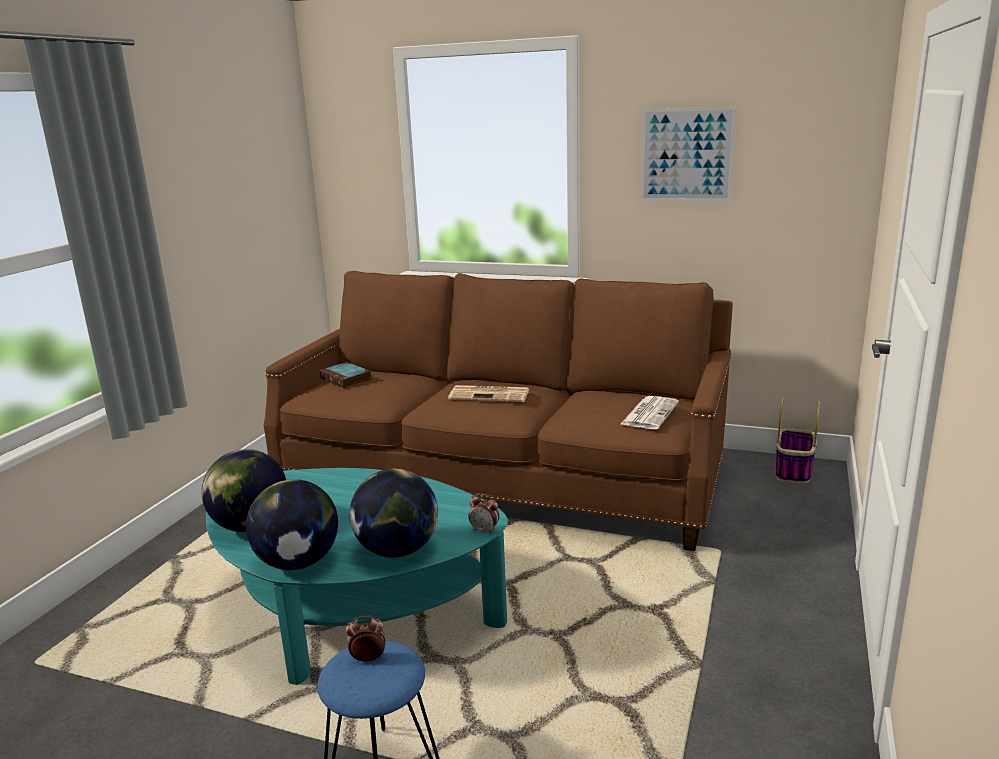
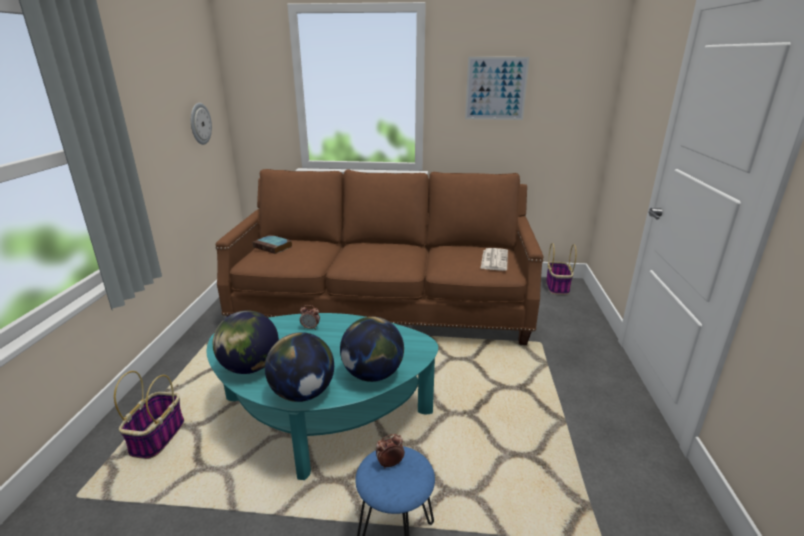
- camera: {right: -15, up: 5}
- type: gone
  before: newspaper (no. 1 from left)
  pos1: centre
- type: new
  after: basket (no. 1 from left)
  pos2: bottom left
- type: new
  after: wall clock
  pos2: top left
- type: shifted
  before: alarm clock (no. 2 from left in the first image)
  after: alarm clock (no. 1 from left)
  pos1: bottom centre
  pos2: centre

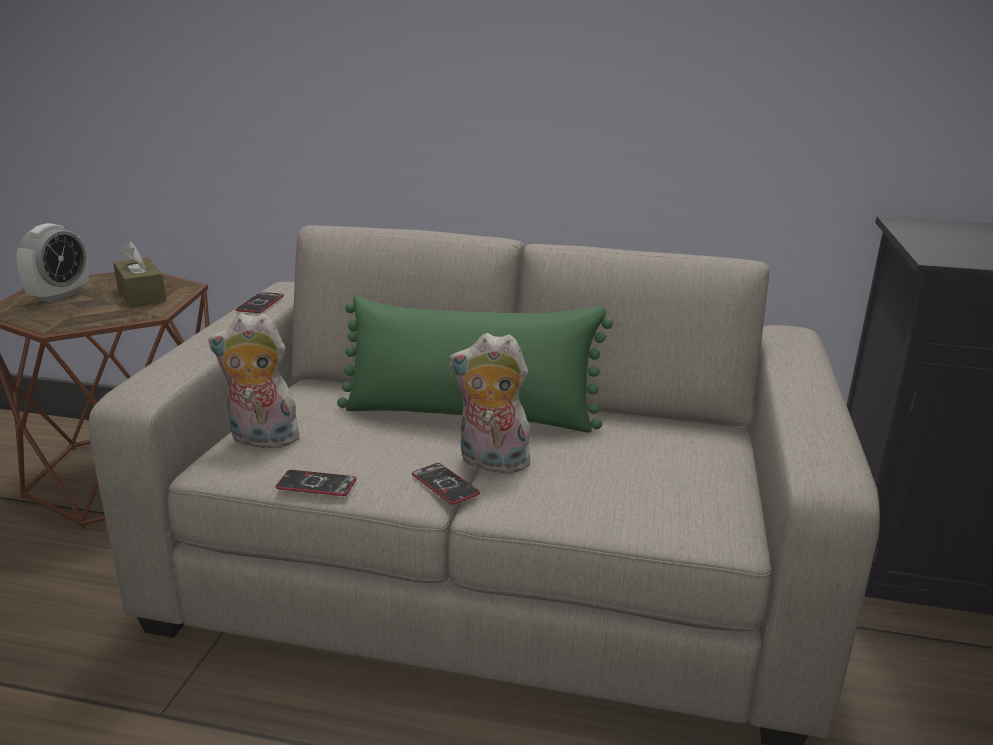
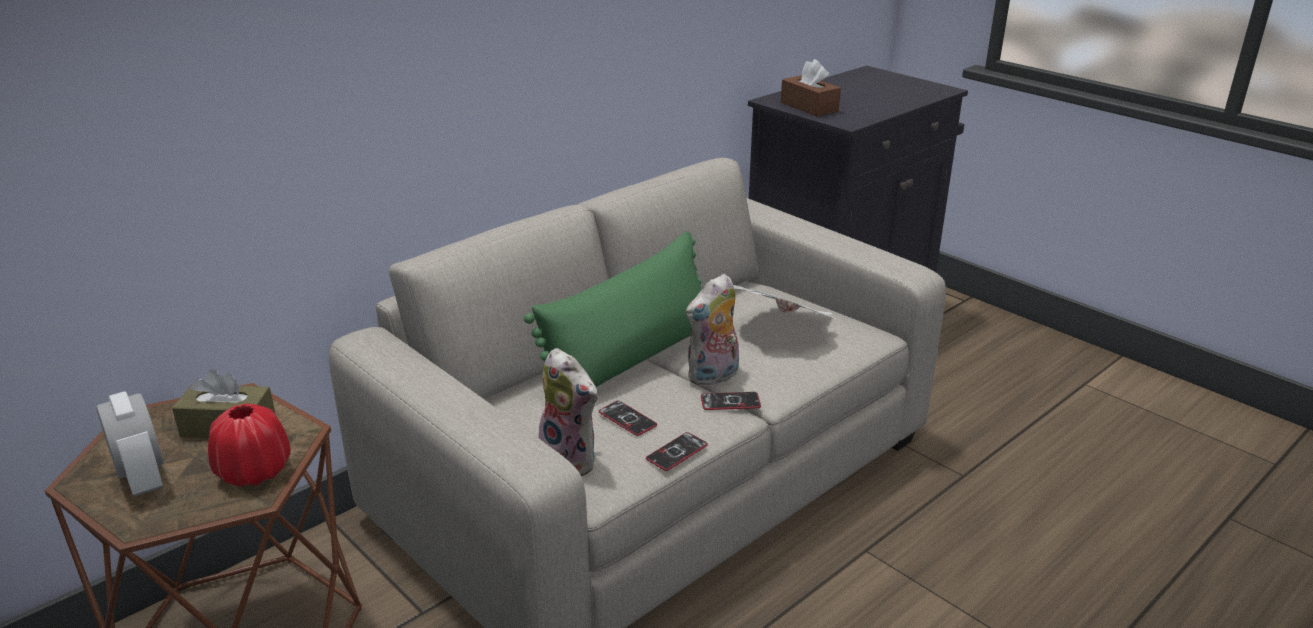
- camera: {right: -55, up: 5}
- type: new
  after: vase (red)
  pos2: bottom left
- type: new
  after: newspaper
  pos2: centre
- type: new
  after: tissue box (brown) (no. 2 from left)
  pos2: top centre
- type: shifted
  before: phone (no. 1 from left)
  pos1: middle left
  pos2: centre
- type: rotated
  before: plush toy (no. 1 from left)
  pos1: middle left
  pos2: centre
  turn: -90

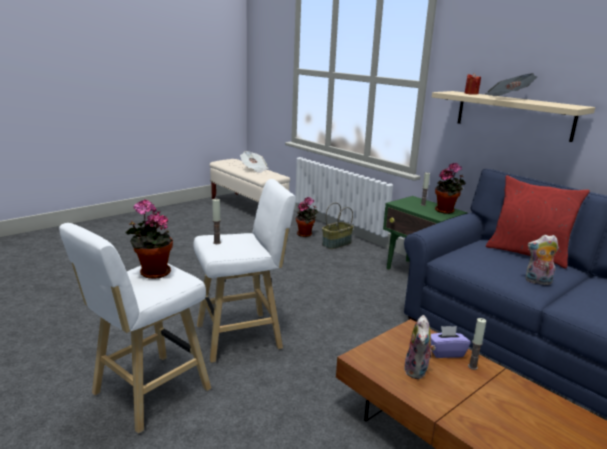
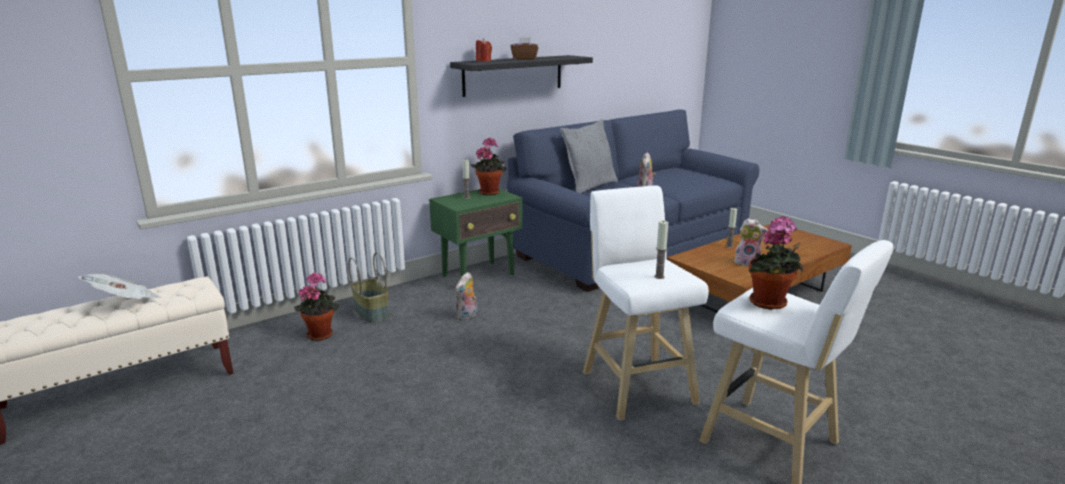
- camera: {right: -85, up: 0}
- type: gone
  before: tissue box (purple)
  pos1: bottom right
- type: new
  after: plush toy (no. 1 from left)
  pos2: centre
- type: swapped
  before: newspaper (no. 2 from left)
  after: tissue box (brown)
  pos1: top right
  pos2: top centre
- type: repainted
  before: shelf (beige)
  after: shelf (black)
  pos1: top right
  pos2: top centre
- type: repainted
  before: pillow (red)
  after: pillow (grey)
  pos1: middle right
  pos2: top centre

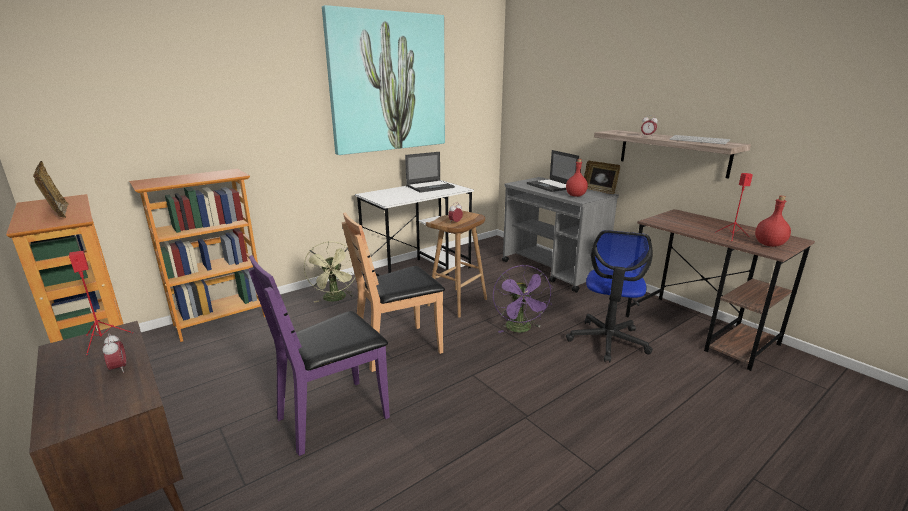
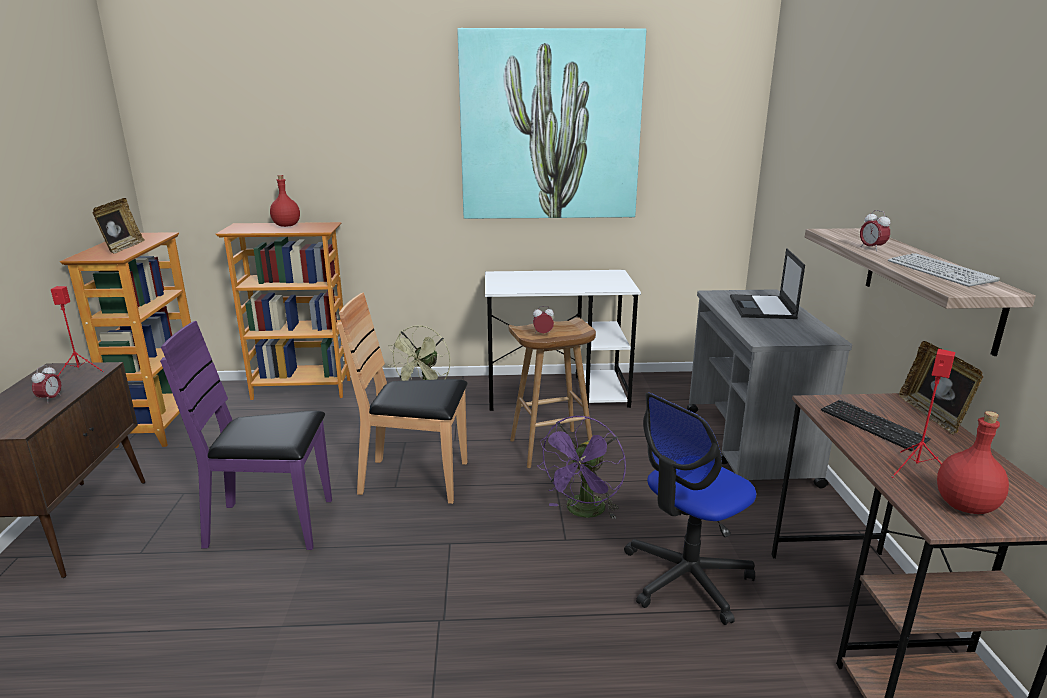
- camera: {right: 35, up: 0}
- type: gone
  before: laptop (no. 1 from left)
  pos1: centre
- type: new
  after: keyboard (no. 1 from left)
  pos2: middle right
- type: shifted
  before: bottle (red) (no. 1 from left)
  pos1: centre
  pos2: top left
- type: shifted
  before: picture frame (no. 2 from left)
  pos1: centre
  pos2: middle right

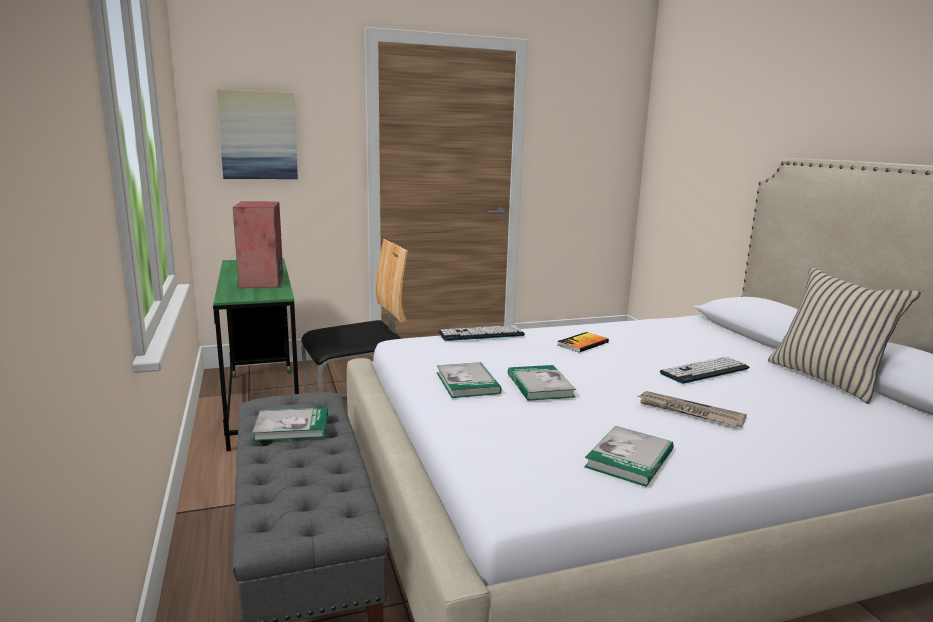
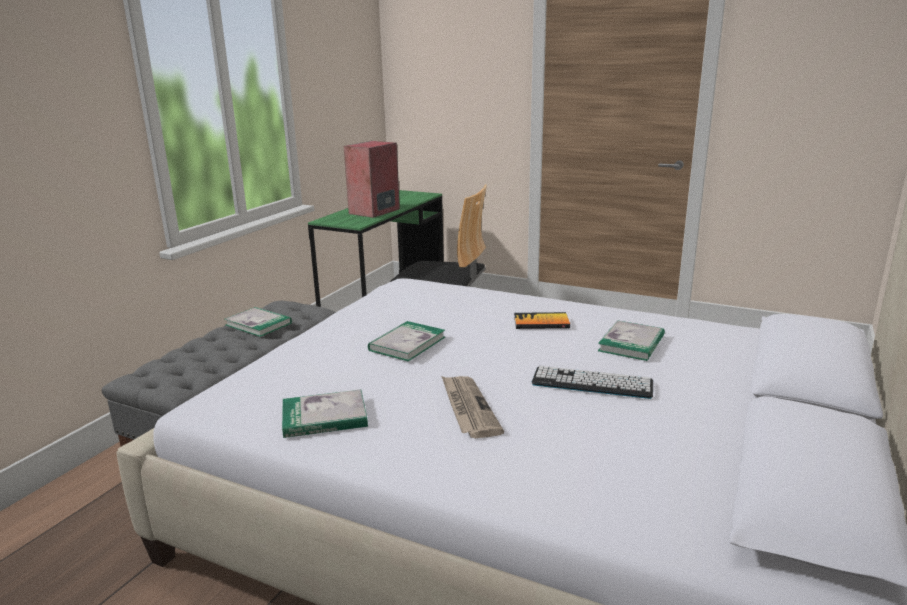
- camera: {right: 45, up: 5}
- type: gone
  before: picture
  pos1: top left
- type: gone
  before: keyboard (no. 1 from left)
  pos1: centre
- type: gone
  before: pillow (beige)
  pos1: middle right
- type: shifted
  before: book (no. 2 from left in the first image)
  after: book (no. 5 from left)
  pos1: centre
  pos2: middle right

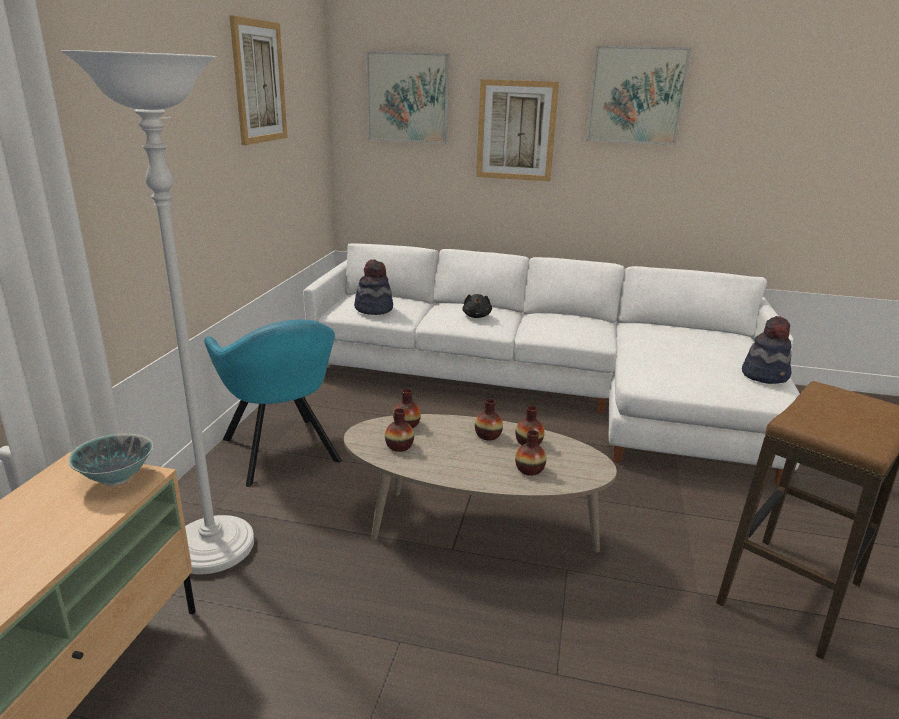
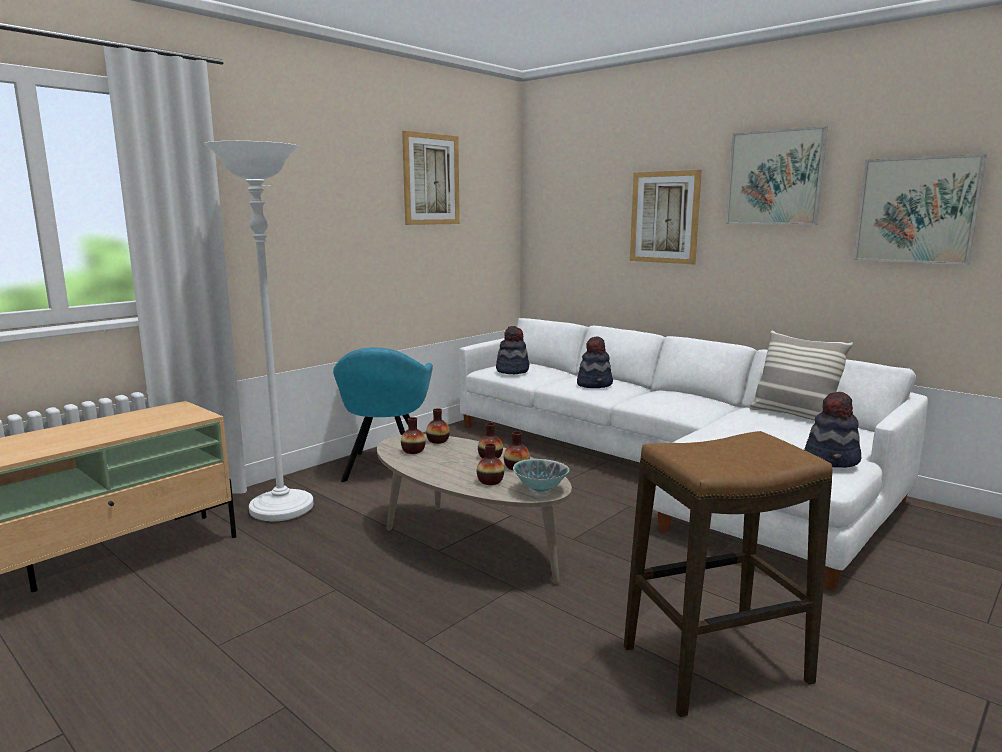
- camera: {right: 30, up: -10}
- type: new
  after: pillow
  pos2: middle right
- type: shifted
  before: bowl
  pos1: middle left
  pos2: centre
- type: shifted
  before: picture (no. 2 from left in the first image)
  after: picture (no. 4 from left)
  pos1: top centre
  pos2: top right
- type: swapped
  before: plush toy (black)
  after: hat (no. 2 from left)
  pos1: centre
  pos2: centre

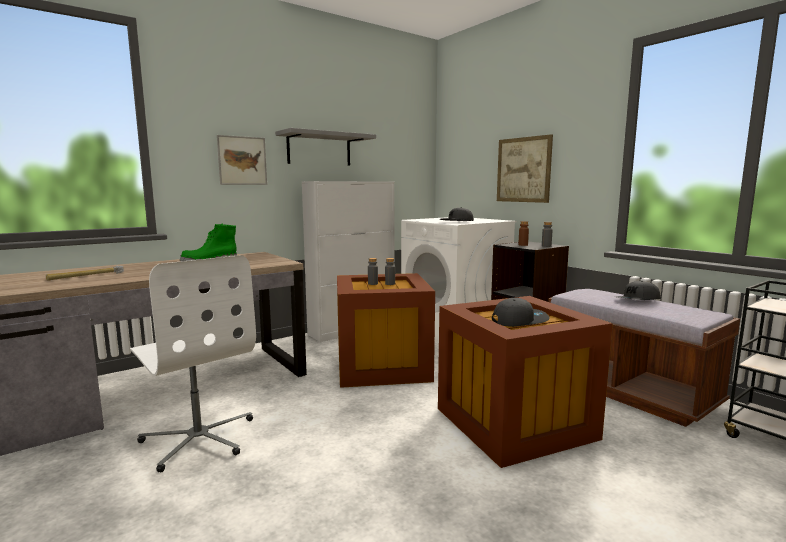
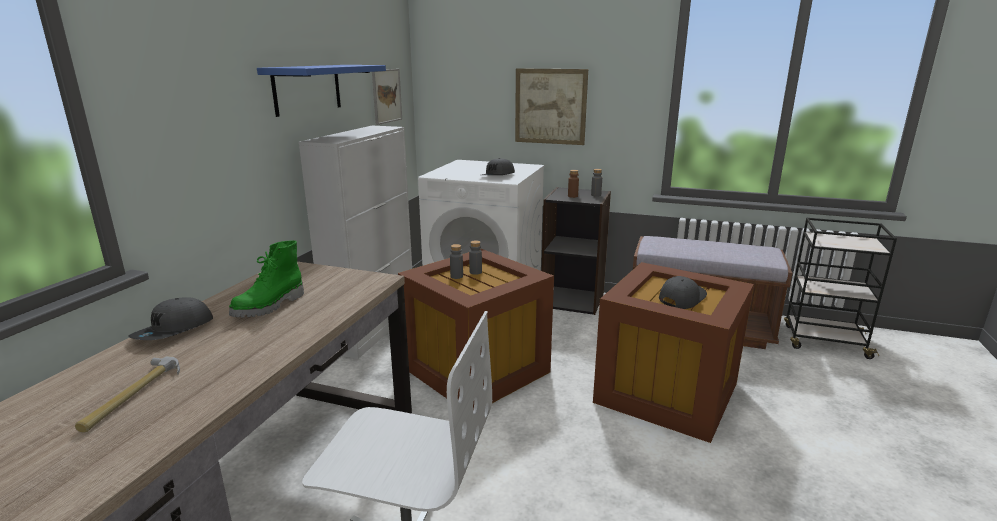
- camera: {right: -35, up: 10}
- type: shifted
  before: picture (no. 1 from left)
  pos1: top left
  pos2: top centre
- type: shifted
  before: cap (grey) (no. 3 from left in the first image)
  after: cap (grey) (no. 1 from left)
  pos1: middle right
  pos2: middle left
- type: repainted
  before: shelf (grey)
  after: shelf (blue)
  pos1: top centre
  pos2: top left

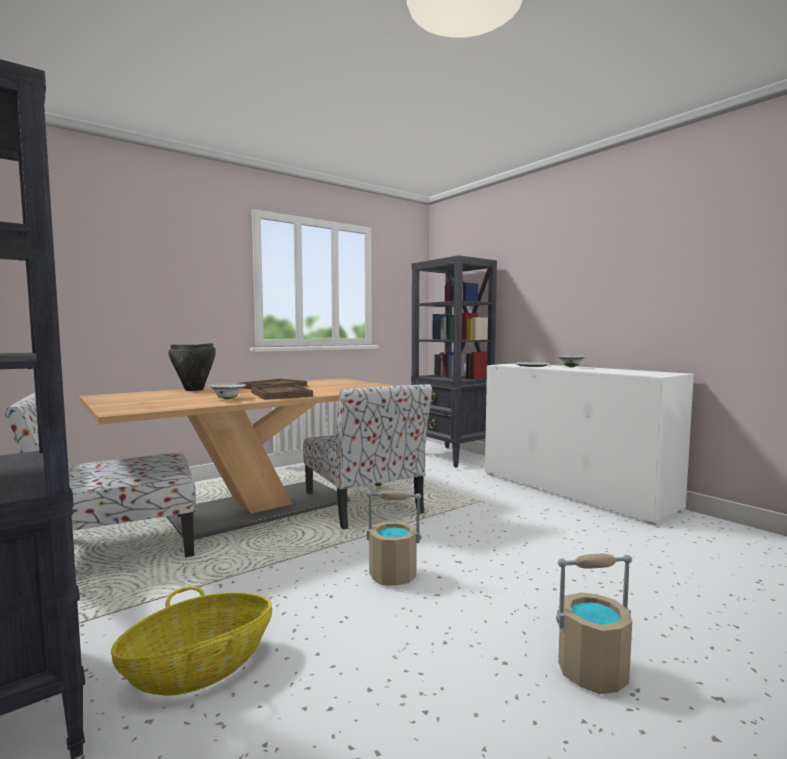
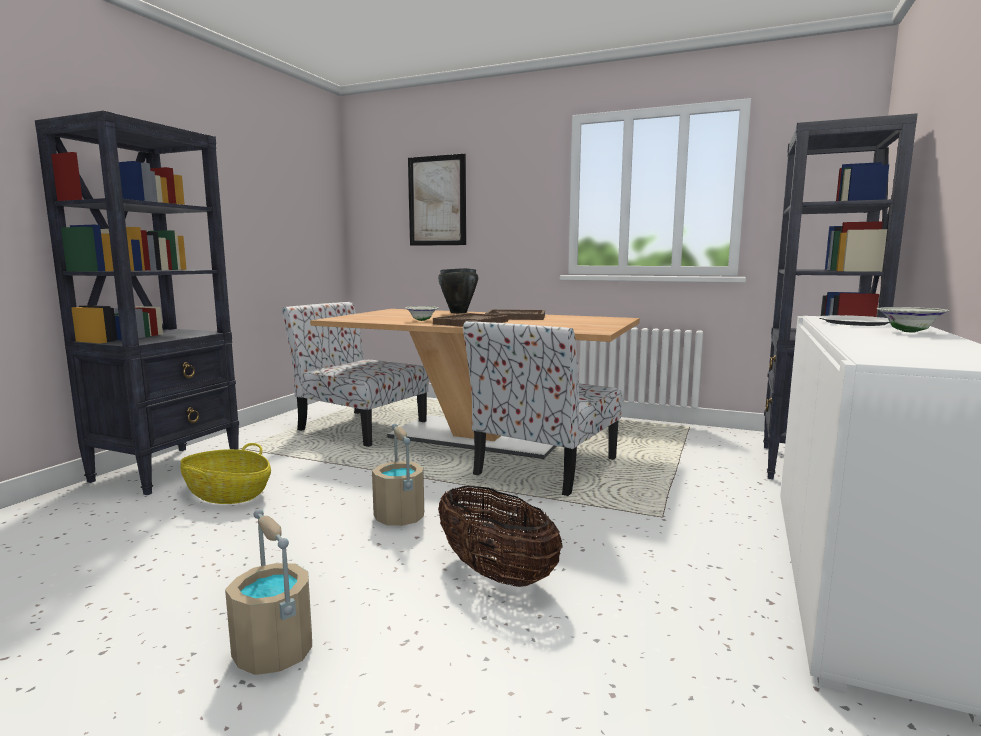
- camera: {right: 60, up: 5}
- type: new
  after: picture
  pos2: top centre
- type: new
  after: basket (no. 2 from left)
  pos2: bottom centre

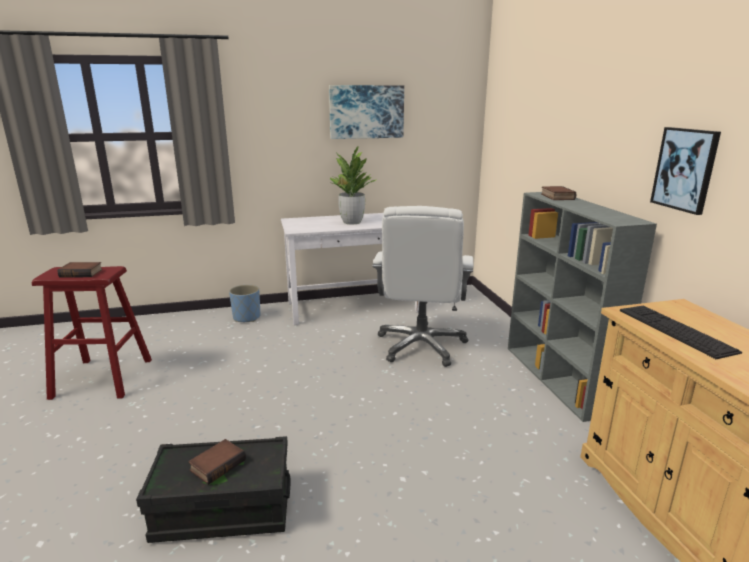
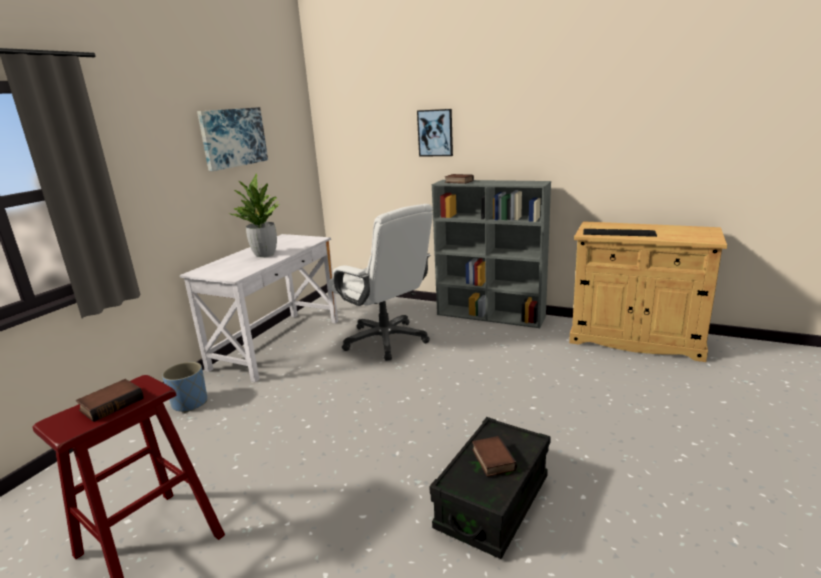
- camera: {right: -50, up: 0}
- type: shifted
  before: picture (no. 2 from left)
  pos1: top right
  pos2: top centre

